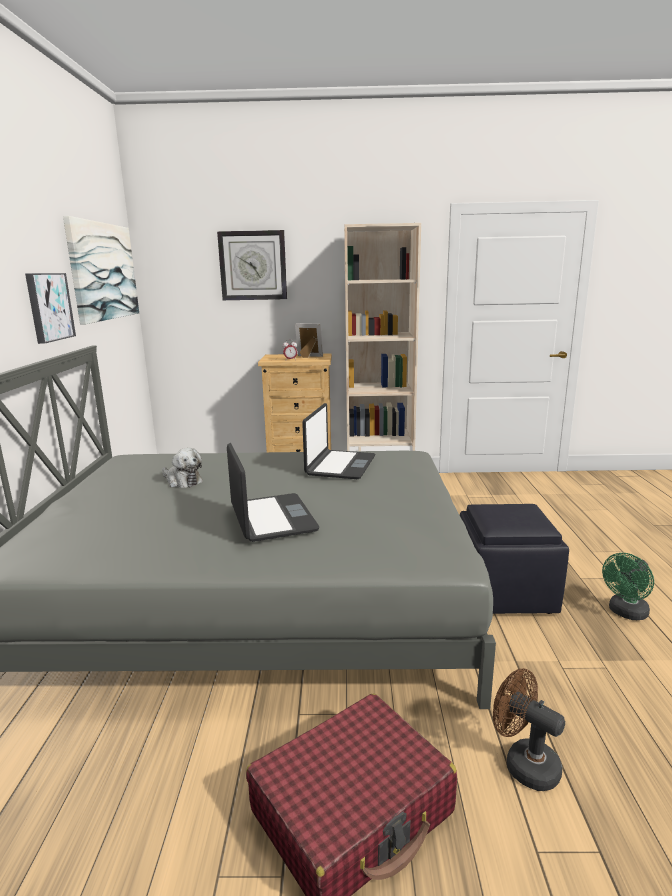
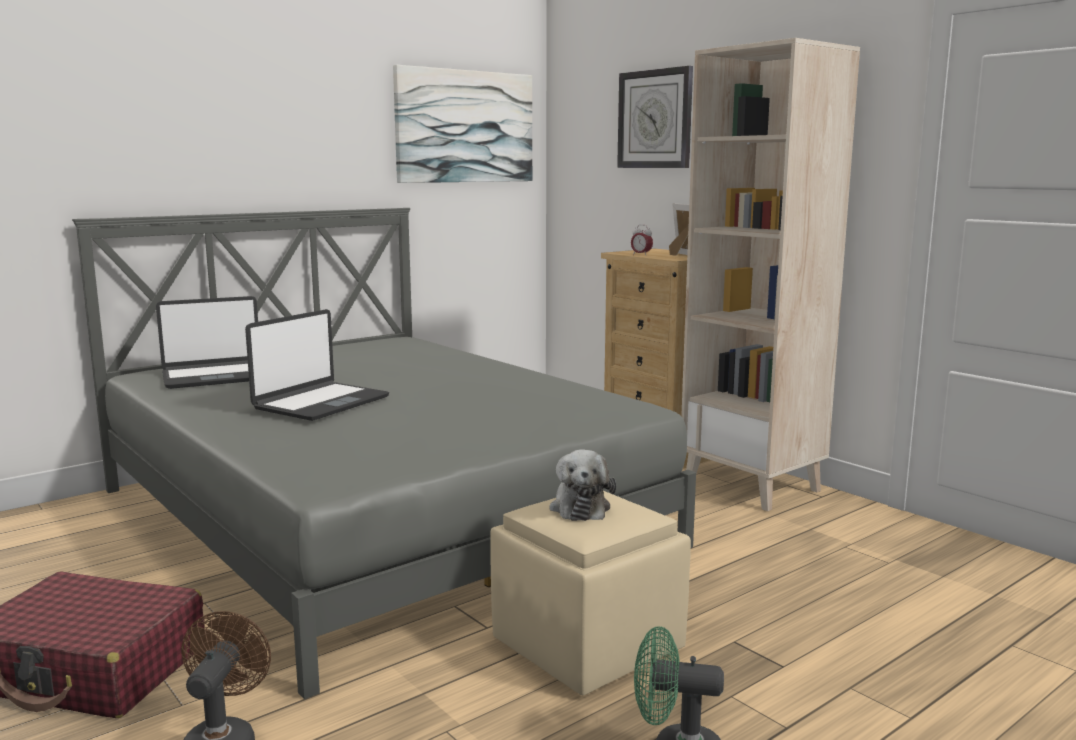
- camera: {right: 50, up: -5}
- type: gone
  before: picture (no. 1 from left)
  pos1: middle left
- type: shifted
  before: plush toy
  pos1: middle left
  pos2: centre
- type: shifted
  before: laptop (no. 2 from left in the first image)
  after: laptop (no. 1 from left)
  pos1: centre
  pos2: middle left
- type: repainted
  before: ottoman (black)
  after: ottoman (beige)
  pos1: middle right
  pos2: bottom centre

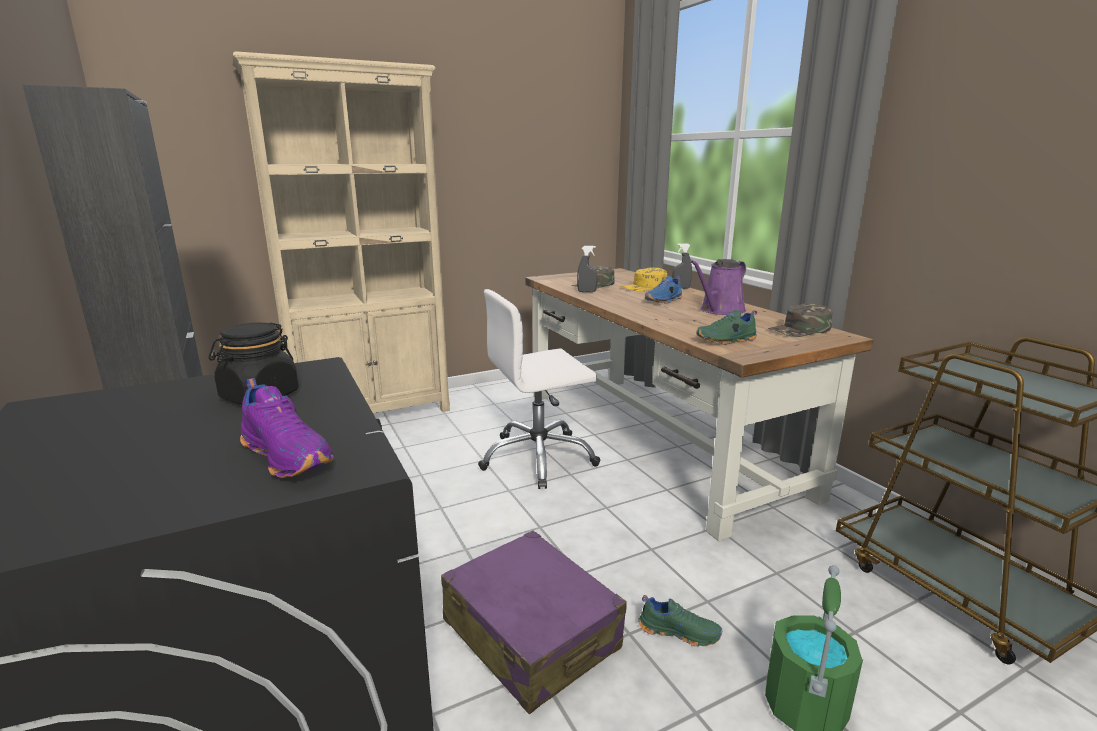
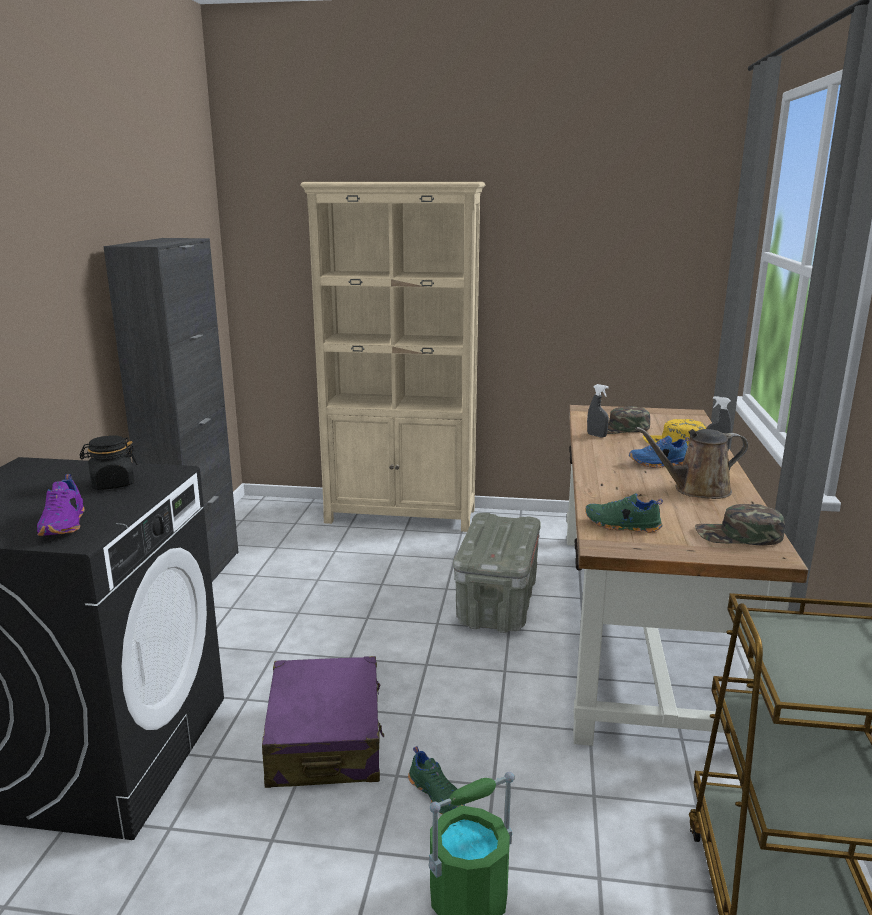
- camera: {right: 35, up: 0}
- type: swapped
  before: office chair (white)
  after: storage box (grey)
  pos1: centre
  pos2: centre
- type: repainted
  before: watering can (purple)
  after: watering can (brown)
  pos1: centre
  pos2: middle right

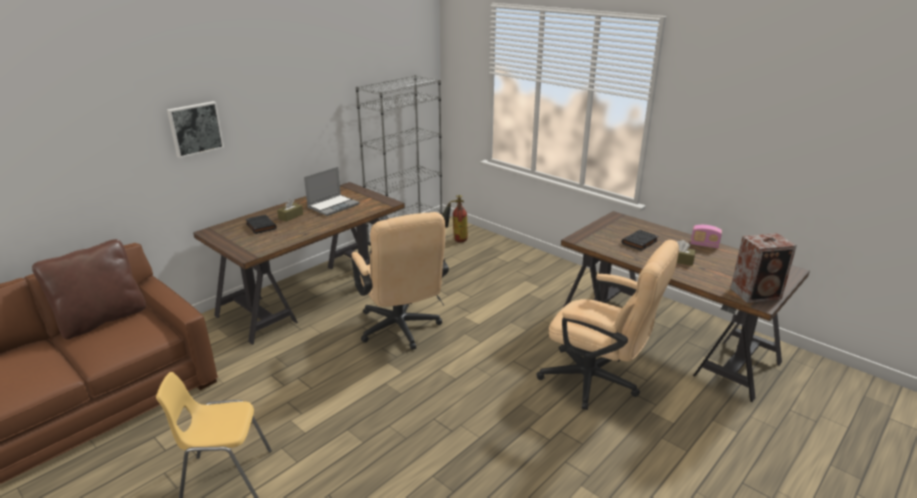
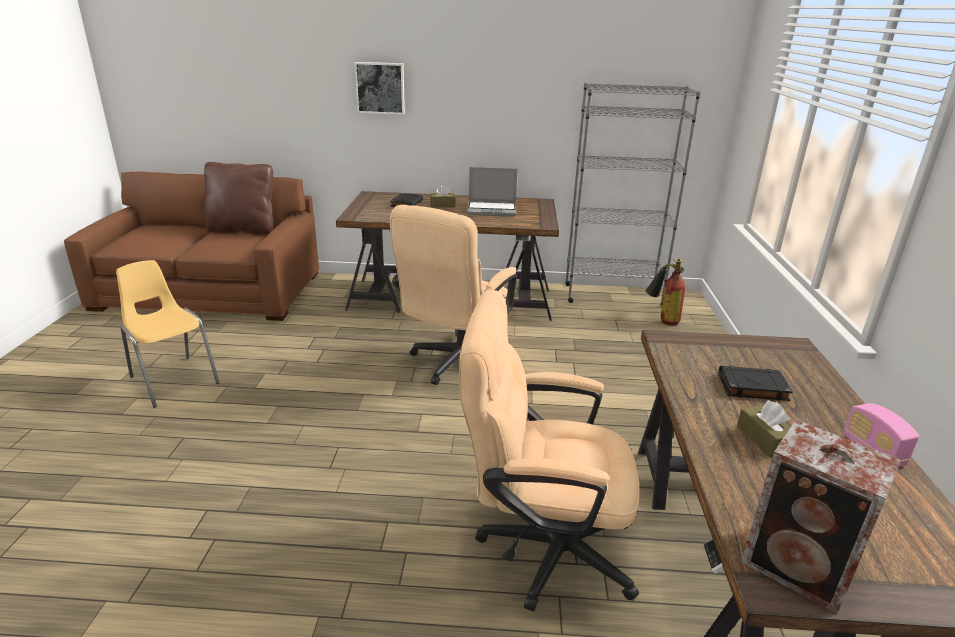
- camera: {right: 50, up: 0}
- type: rotated
  before: office chair (beige) (no. 2 from left)
  pos1: centre
  pos2: bottom centre
  turn: 105

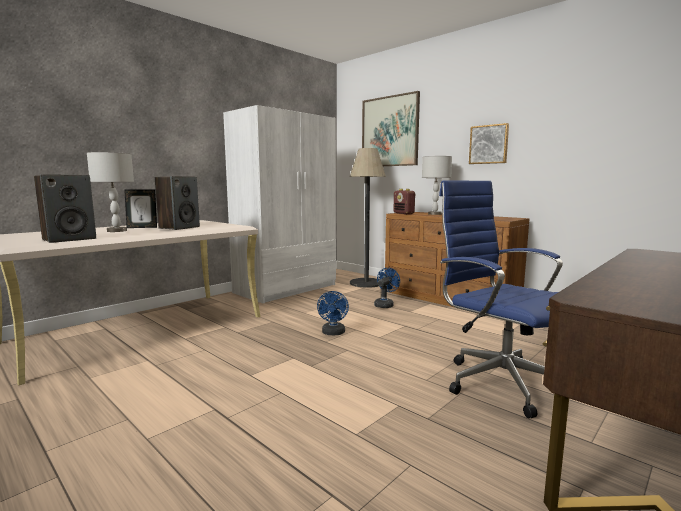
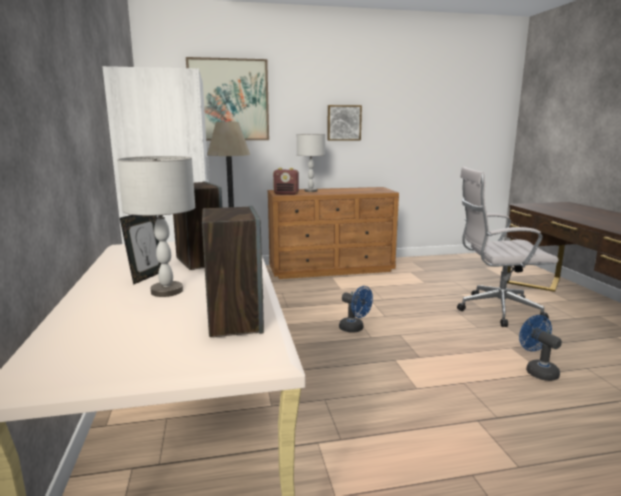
- camera: {right: -55, up: 5}
- type: shifted
  before: fan (blue) (no. 2 from left)
  pos1: centre
  pos2: bottom right
- type: repainted
  before: office chair (blue)
  after: office chair (white)
  pos1: middle right
  pos2: middle right

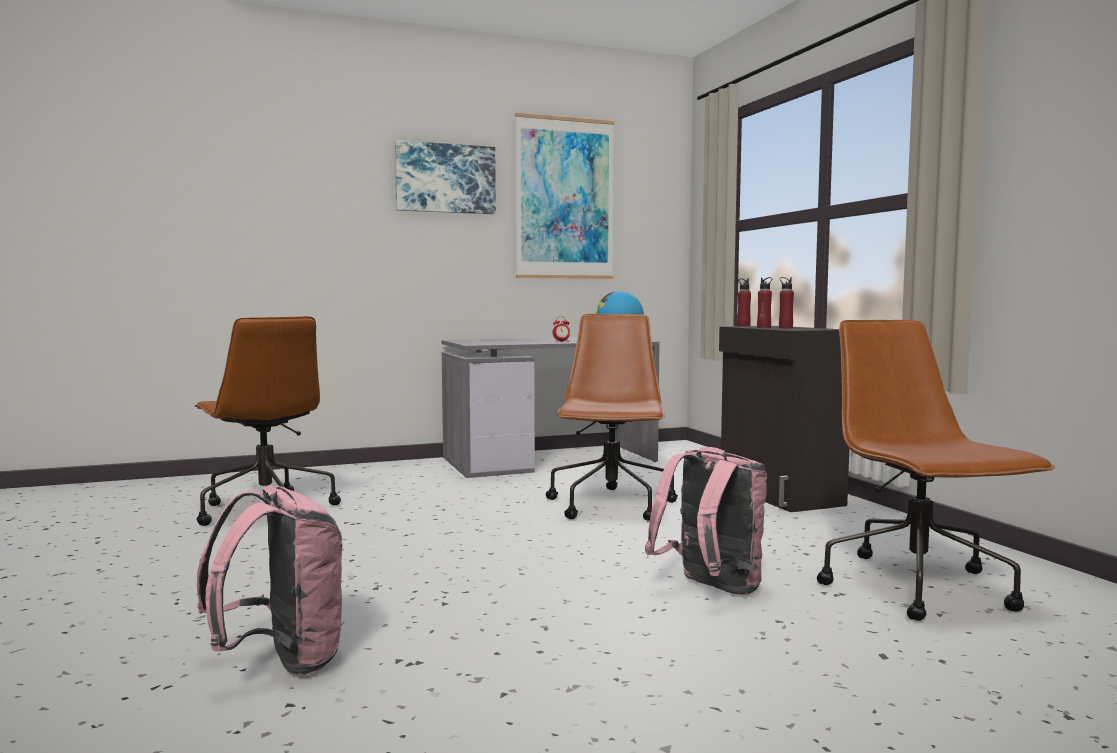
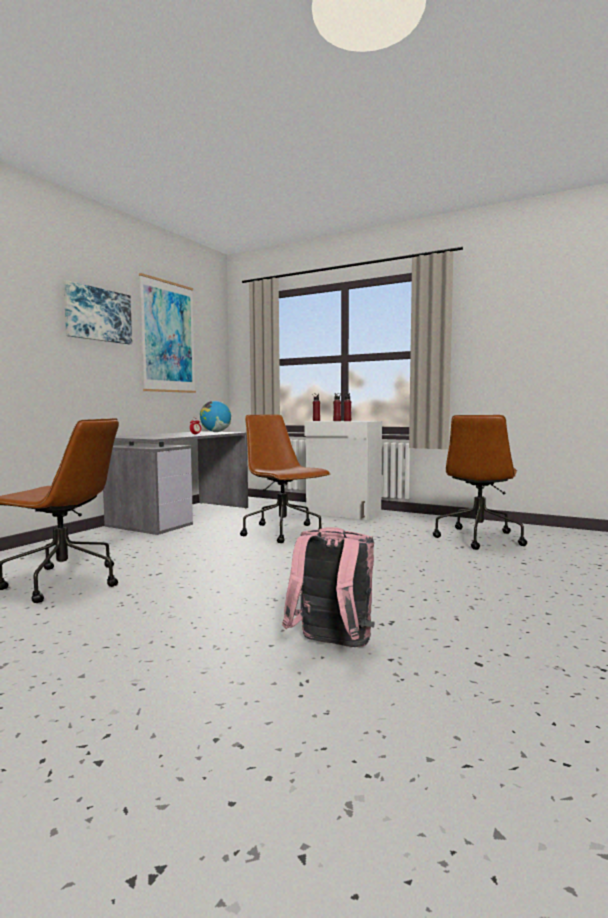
- camera: {right: -40, up: 0}
- type: gone
  before: backpack (pink) (no. 2 from left)
  pos1: bottom centre
- type: repainted
  before: cabinet (black)
  after: cabinet (white)
  pos1: middle right
  pos2: centre
- type: rotated
  before: office chair (brown) (no. 3 from left)
  pos1: middle right
  pos2: middle right
  turn: -105

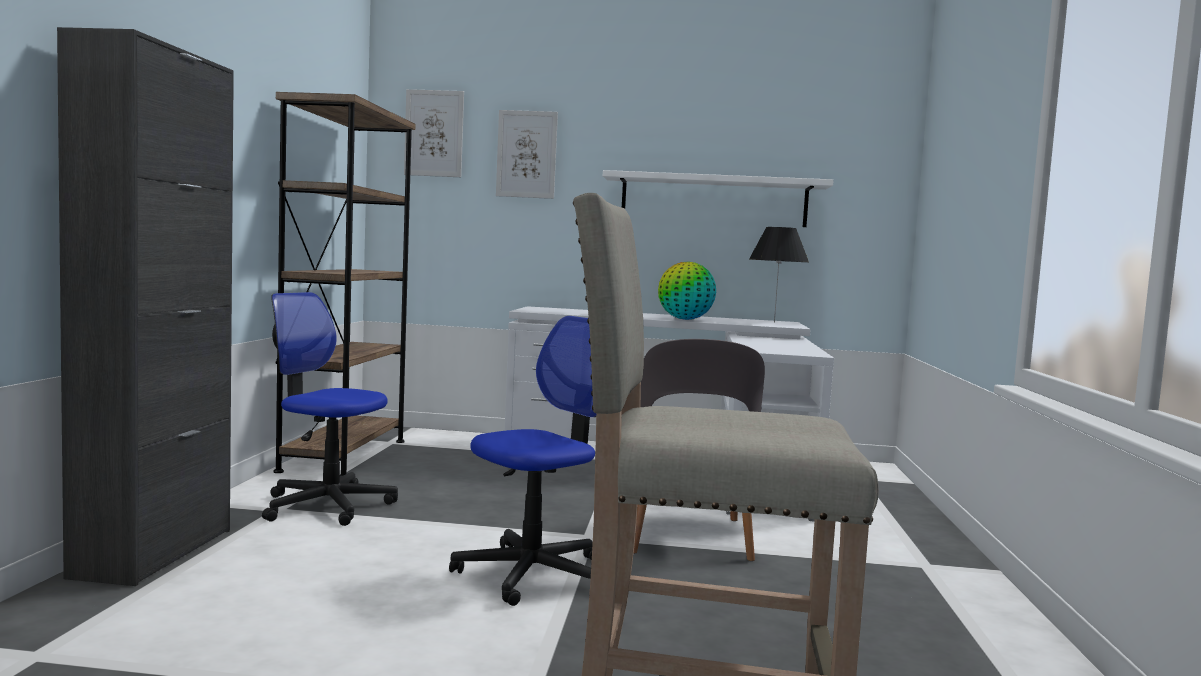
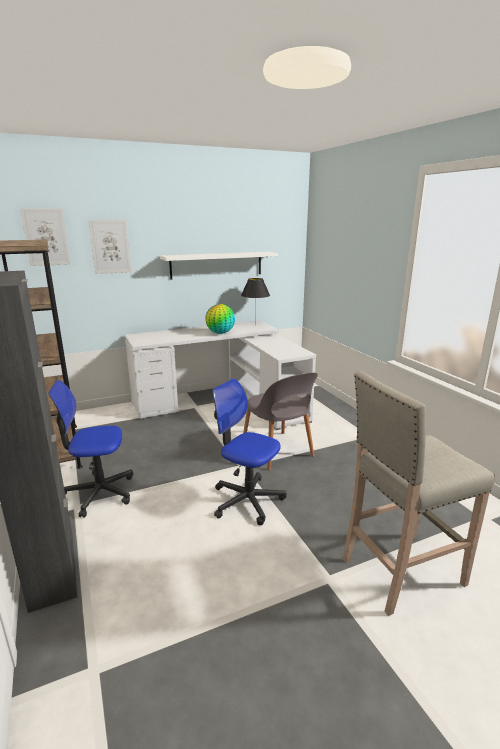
- camera: {right: -30, up: 15}
- type: rotated
  before: office chair (no. 2 from left)
  pos1: bottom centre
  pos2: centre
  turn: -75

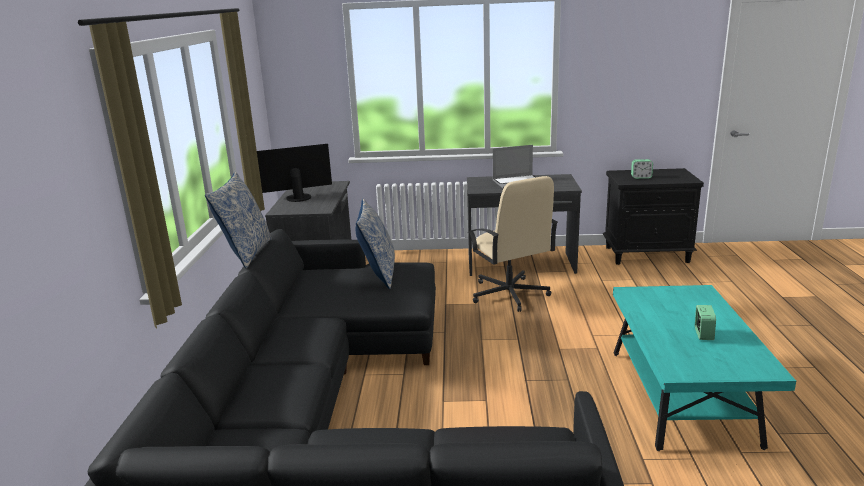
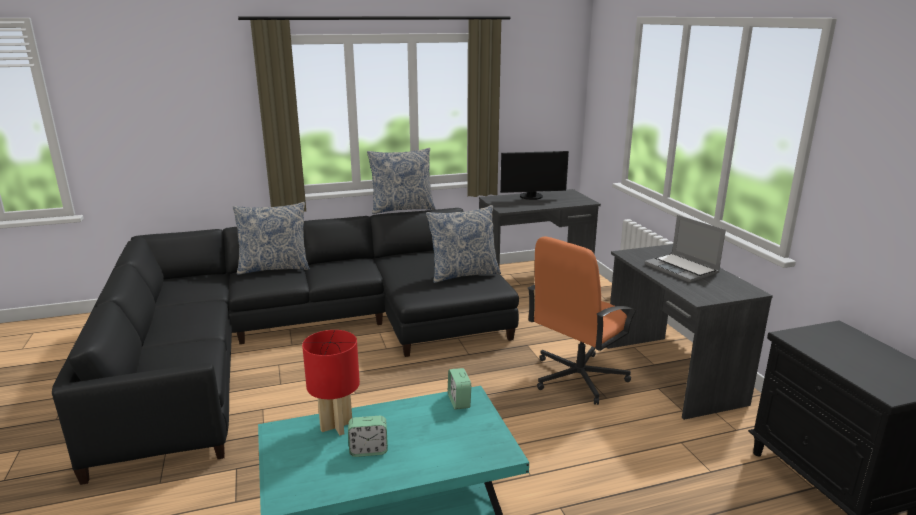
- camera: {right: 70, up: 0}
- type: new
  after: pillow (no. 1 from left)
  pos2: middle left
- type: new
  after: table lamp (red)
  pos2: bottom centre
- type: shifted
  before: alarm clock (no. 1 from left in the first image)
  after: alarm clock (no. 2 from left)
  pos1: middle right
  pos2: bottom centre
- type: repainted
  before: office chair (beige)
  after: office chair (orange)
  pos1: centre
  pos2: centre
- type: rotated
  before: monitor
  pos1: centre
  pos2: centre
  turn: 120

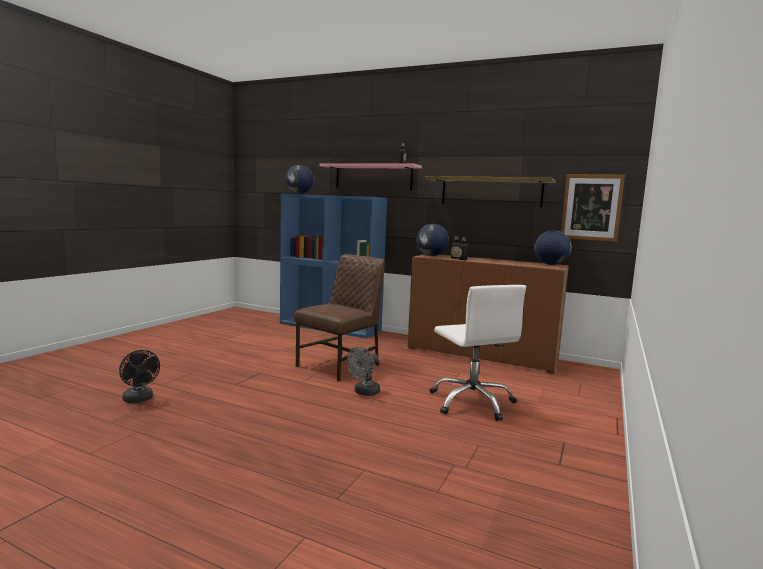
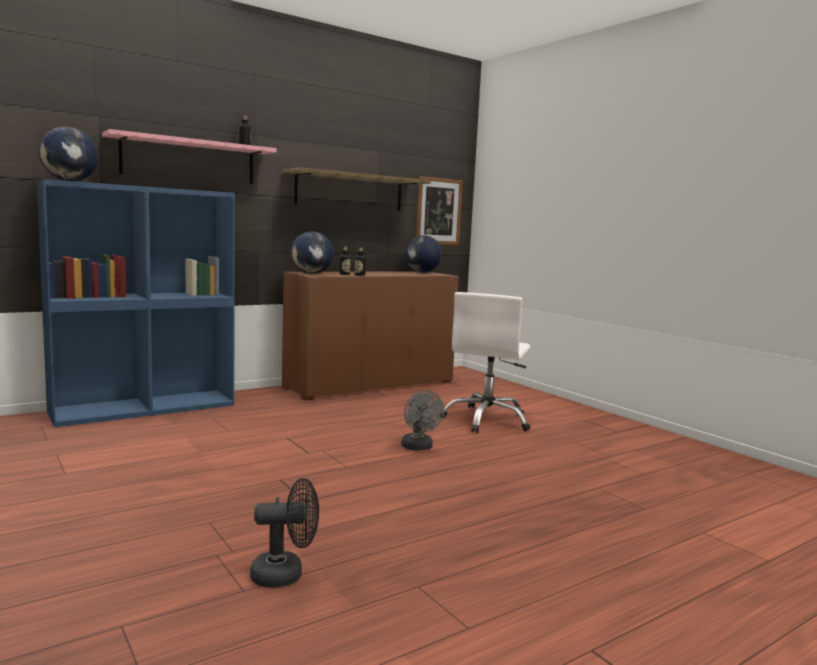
- camera: {right: -60, up: 0}
- type: gone
  before: chair (brown)
  pos1: centre
- type: rotated
  before: office chair (white)
  pos1: centre
  pos2: centre
  turn: 105

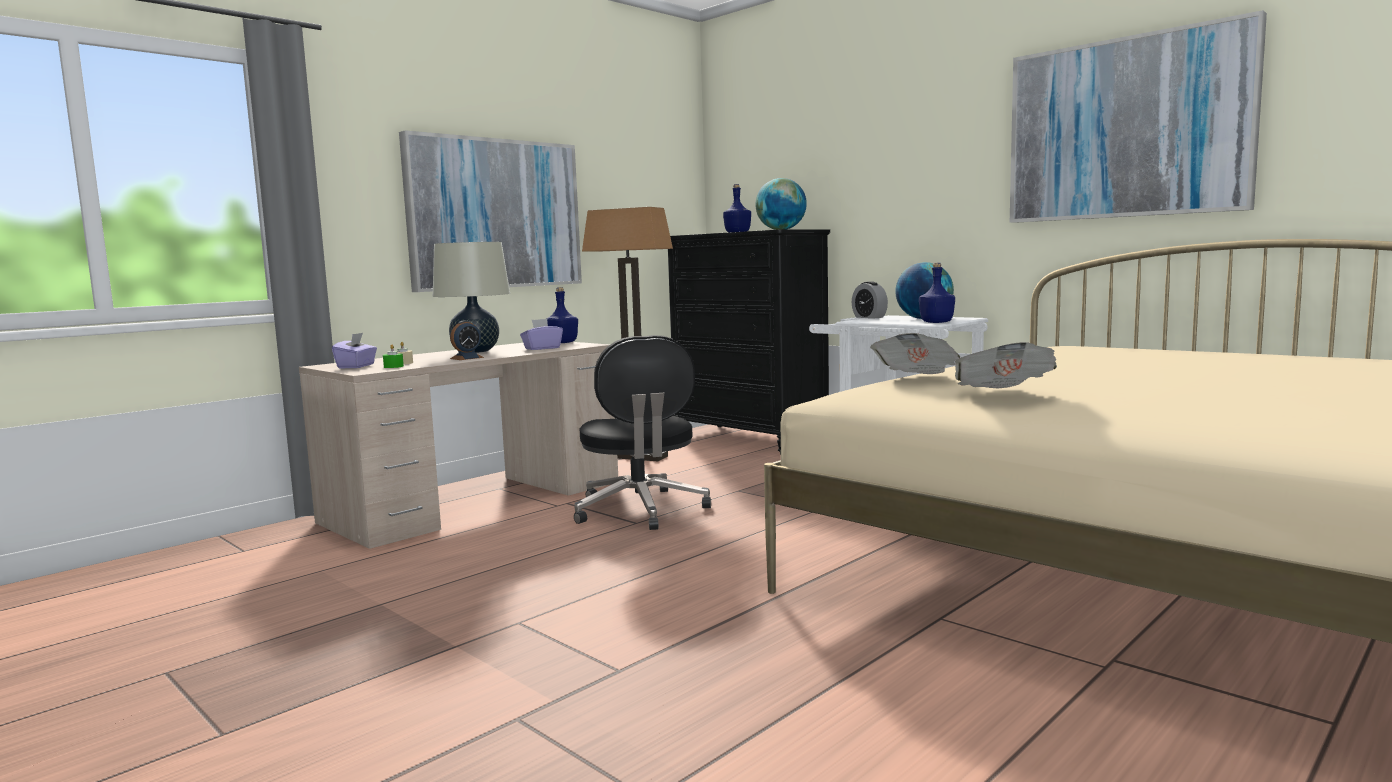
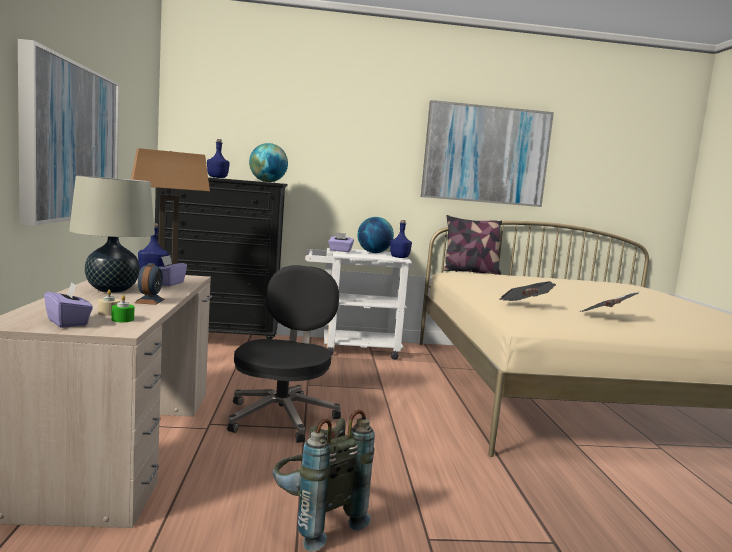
- camera: {right: -50, up: 0}
- type: new
  after: backpack (grey)
  pos2: bottom centre
- type: new
  after: pillow
  pos2: centre
- type: swapped
  before: alarm clock (no. 2 from left)
  after: tissue box (purple) (no. 3 from left)
  pos1: centre
  pos2: centre
- type: rotated
  before: office chair (black)
  pos1: centre
  pos2: centre
  turn: -105

